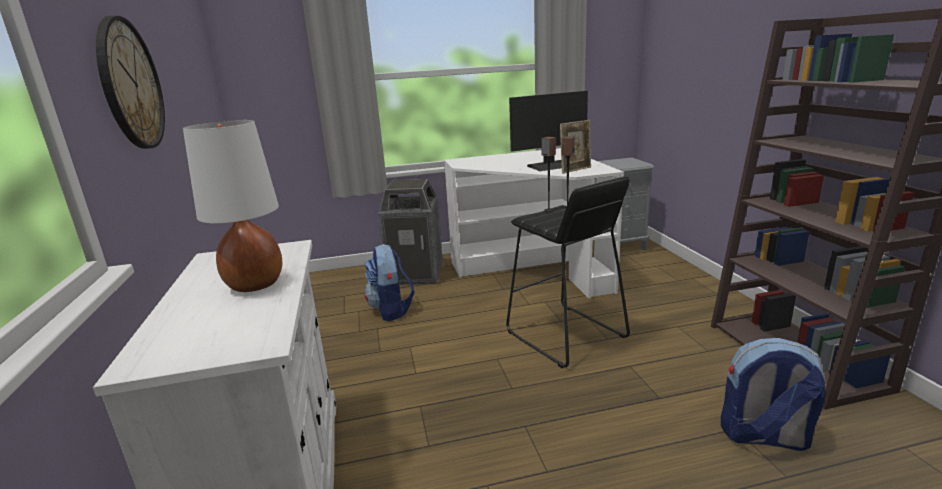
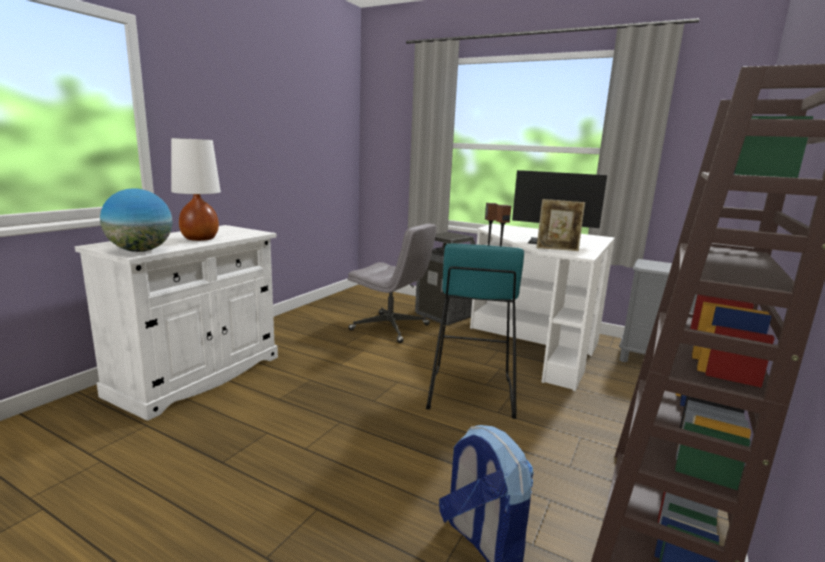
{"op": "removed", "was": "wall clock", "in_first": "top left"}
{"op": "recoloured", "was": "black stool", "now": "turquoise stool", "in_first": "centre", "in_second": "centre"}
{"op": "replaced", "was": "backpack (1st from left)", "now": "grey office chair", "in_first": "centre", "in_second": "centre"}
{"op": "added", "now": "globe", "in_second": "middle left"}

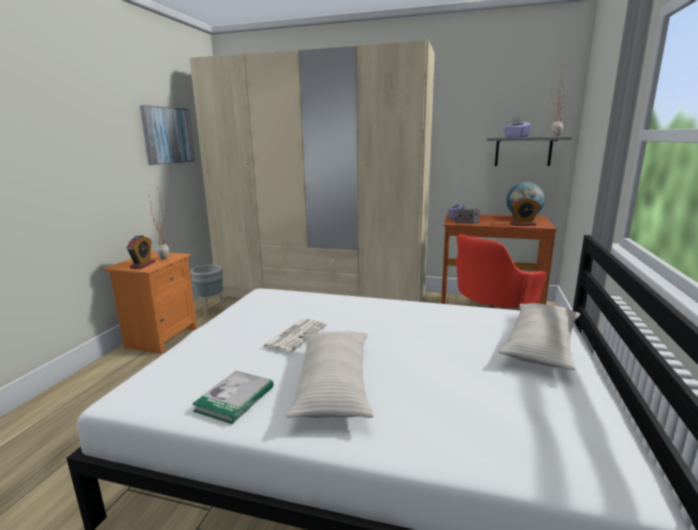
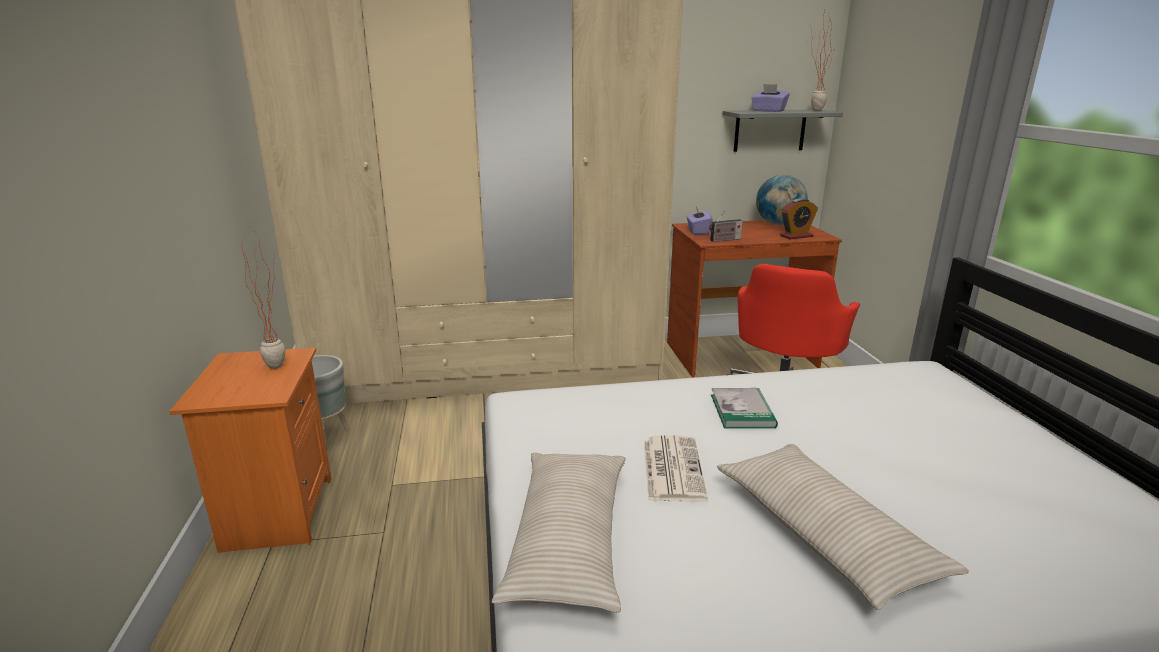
{"op": "removed", "was": "picture", "in_first": "top left"}
{"op": "removed", "was": "alarm clock (1st from left)", "in_first": "middle left"}
{"op": "moved", "was": "beige pillow (2nd from left in the first image)", "now": "beige pillow (1st from left)", "in_first": "middle right", "in_second": "bottom centre"}
{"op": "moved", "was": "book", "in_first": "bottom centre", "in_second": "centre"}

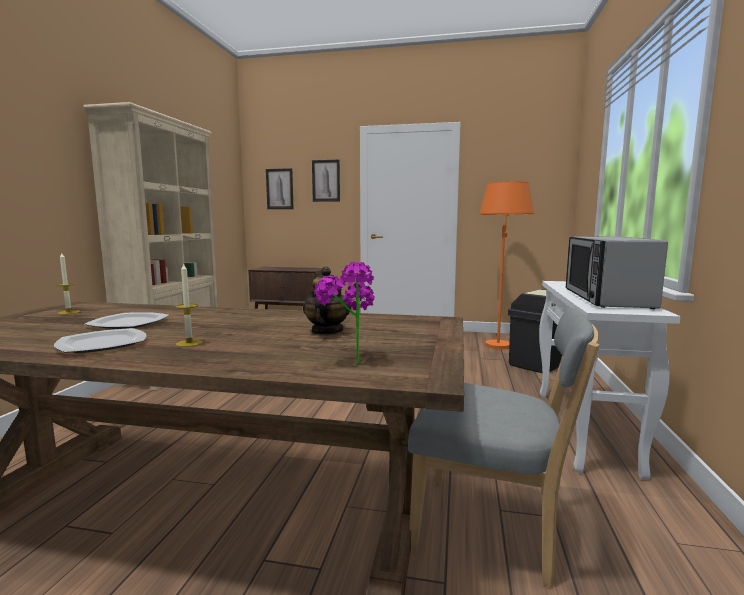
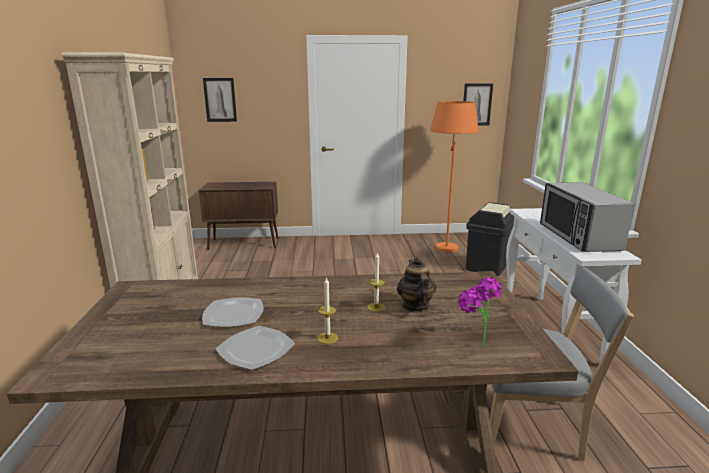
{"op": "moved", "was": "picture (2nd from left)", "in_first": "top centre", "in_second": "top right"}
{"op": "moved", "was": "candle (1st from left in the first image)", "now": "candle (2nd from left)", "in_first": "middle left", "in_second": "centre"}

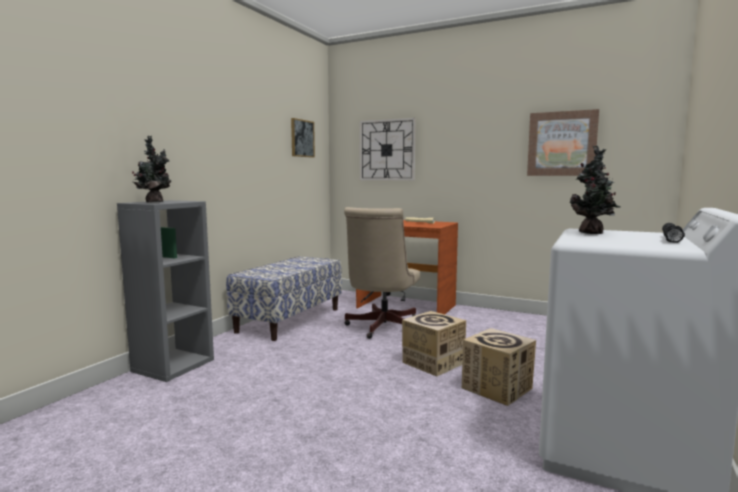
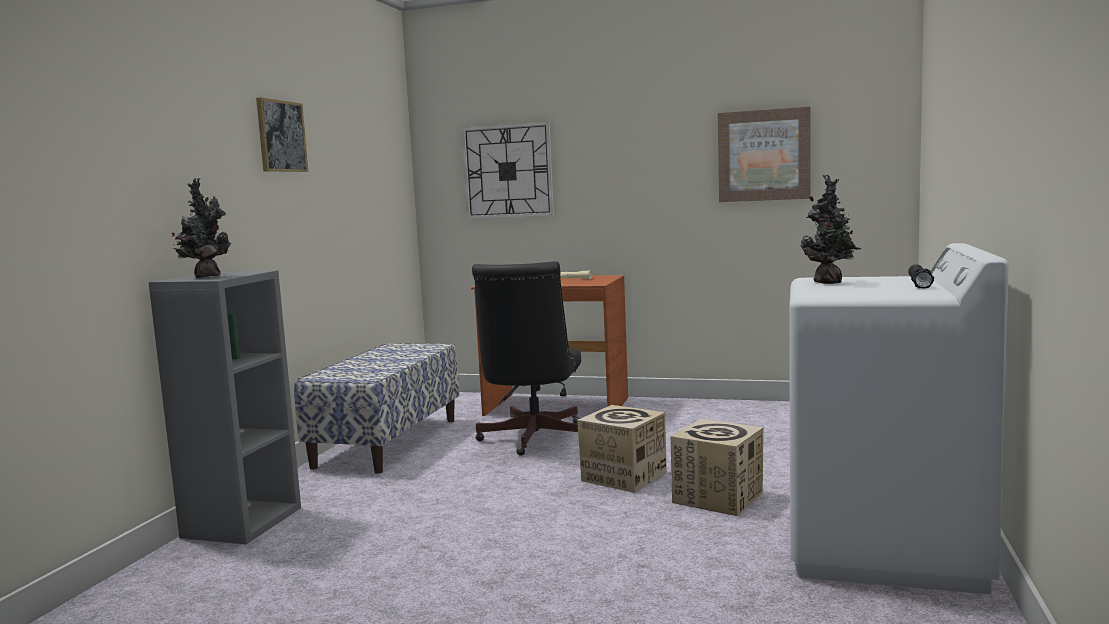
{"op": "moved", "was": "picture (1st from left)", "in_first": "top centre", "in_second": "top left"}
{"op": "recoloured", "was": "beige office chair", "now": "black office chair", "in_first": "centre", "in_second": "centre"}

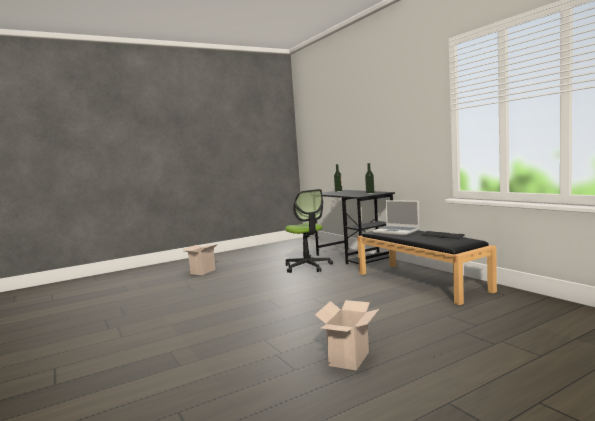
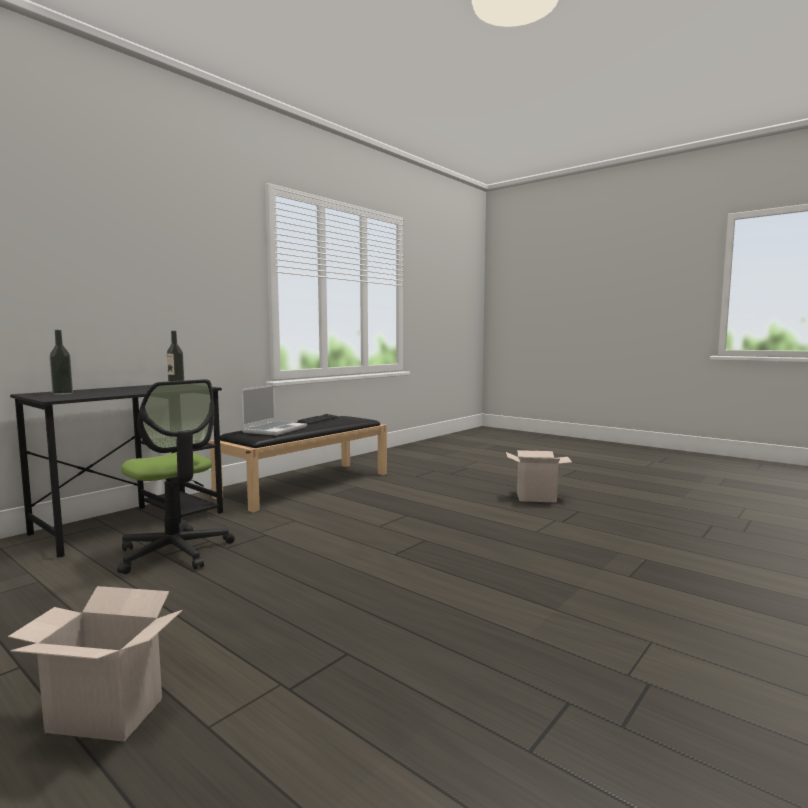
{"op": "turned", "was": "office chair", "in_first": "centre", "in_second": "middle left", "clockwise": 90}

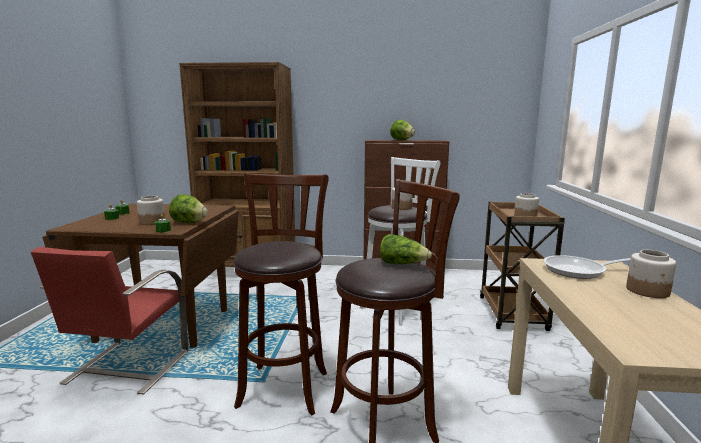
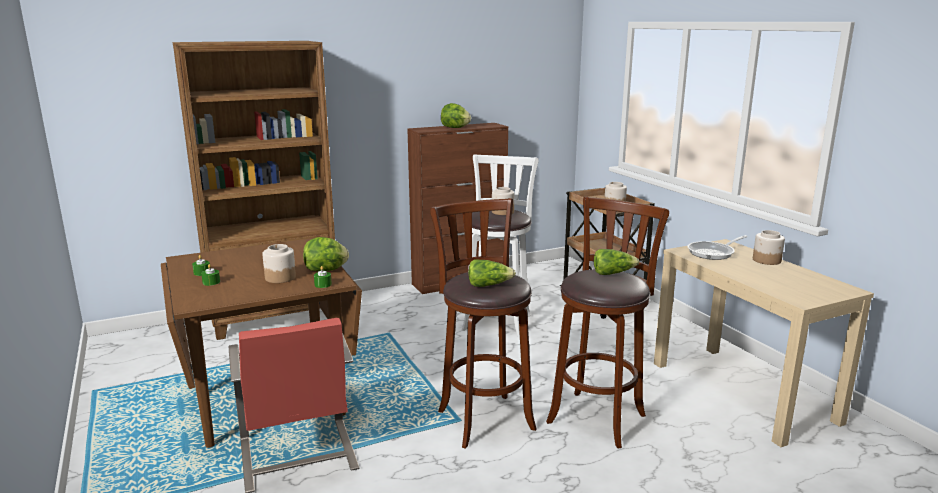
{"op": "added", "now": "lettuce (3rd from left)", "in_second": "centre"}

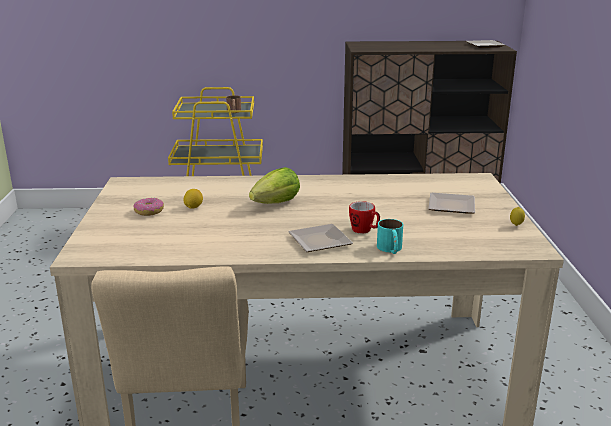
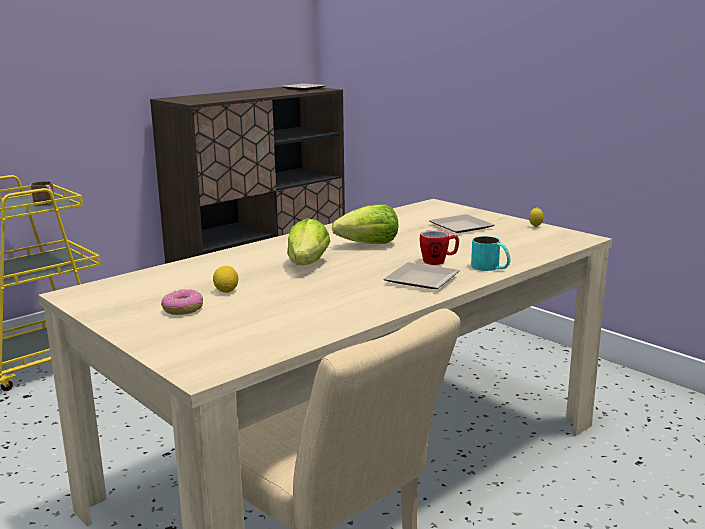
{"op": "added", "now": "lettuce (2nd from left)", "in_second": "centre"}

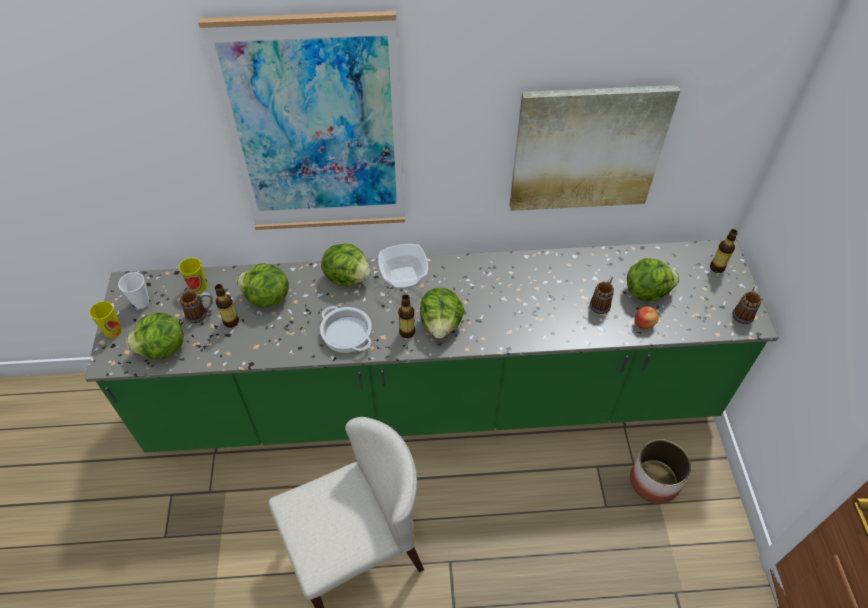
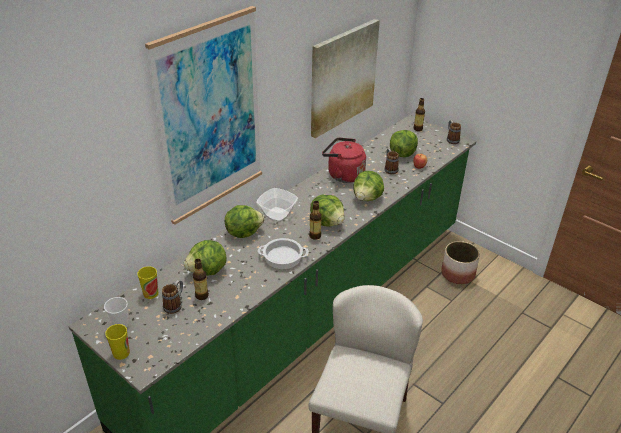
{"op": "moved", "was": "lettuce (1st from left in the first image)", "now": "lettuce (4th from left)", "in_first": "middle left", "in_second": "centre"}
{"op": "added", "now": "red kettle", "in_second": "centre"}

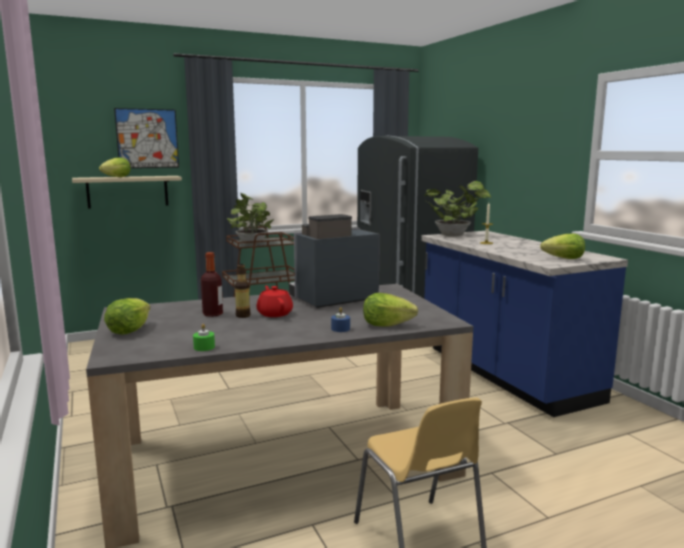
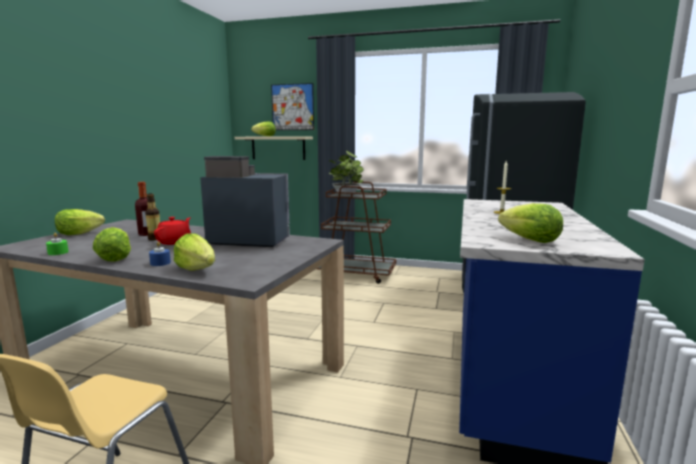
{"op": "removed", "was": "potted plant (2nd from left)", "in_first": "middle right"}
{"op": "added", "now": "lettuce (2nd from left)", "in_second": "middle left"}

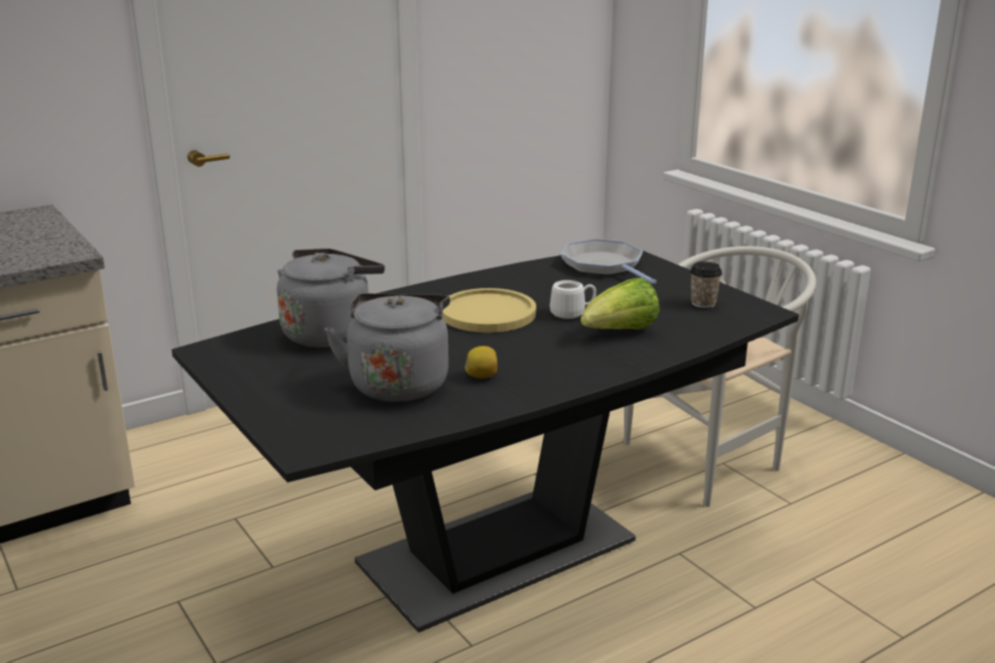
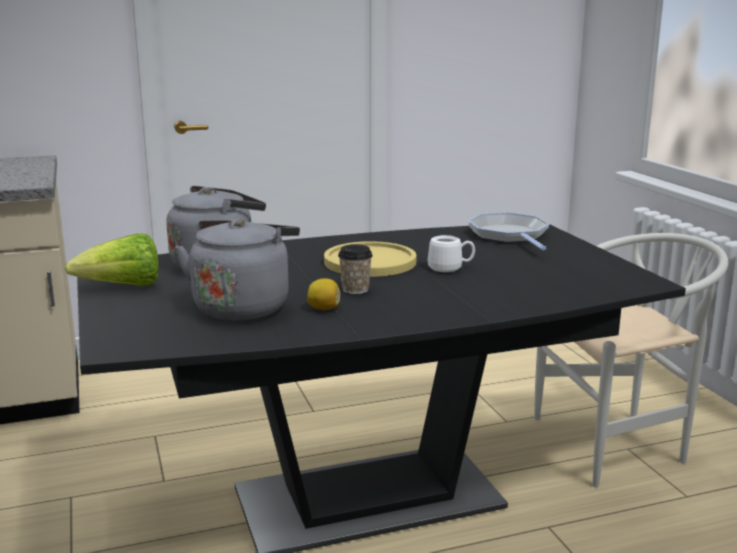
{"op": "moved", "was": "cup", "in_first": "middle right", "in_second": "centre"}
{"op": "moved", "was": "lettuce", "in_first": "centre", "in_second": "middle left"}

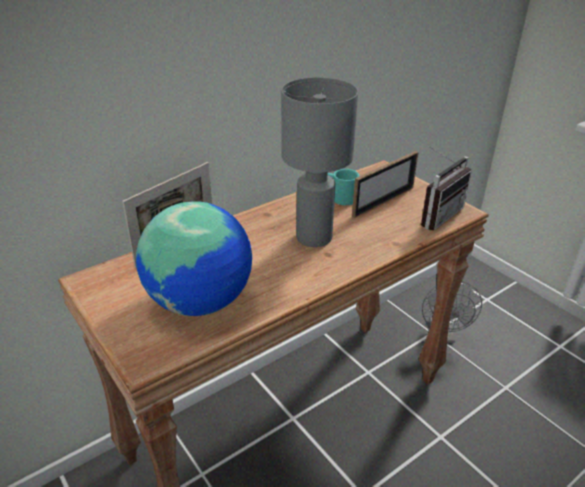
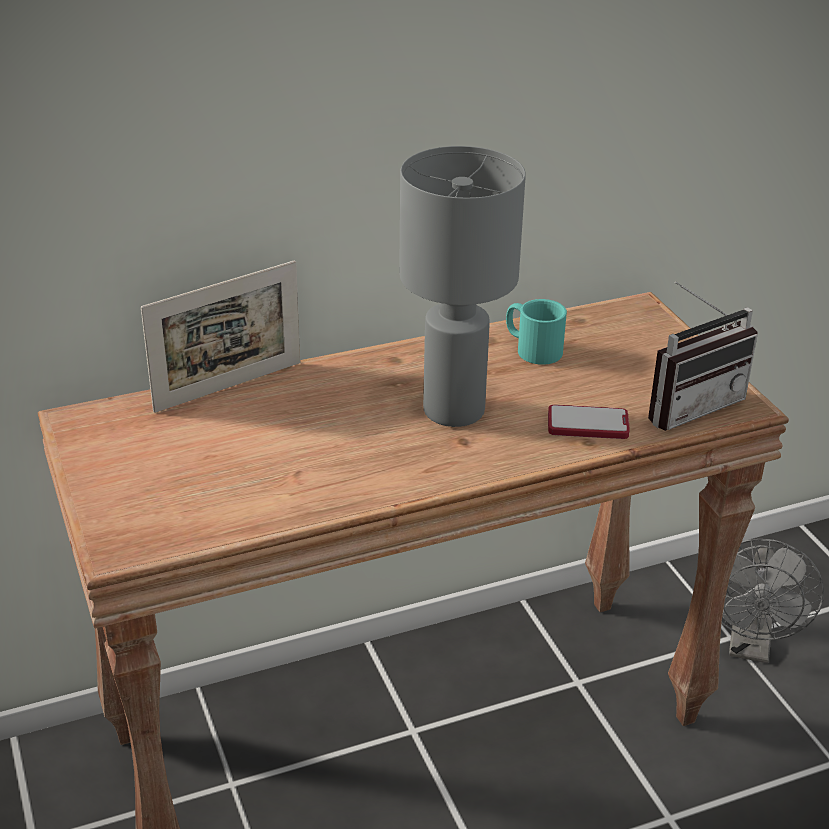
{"op": "removed", "was": "picture frame (2nd from left)", "in_first": "centre"}
{"op": "removed", "was": "globe", "in_first": "middle left"}
{"op": "added", "now": "phone", "in_second": "middle right"}

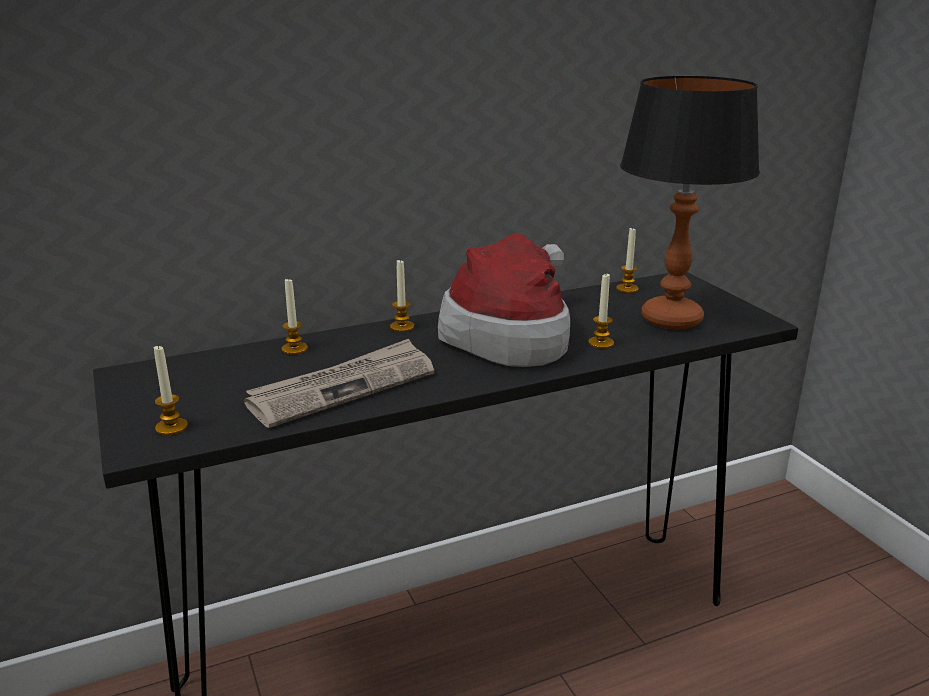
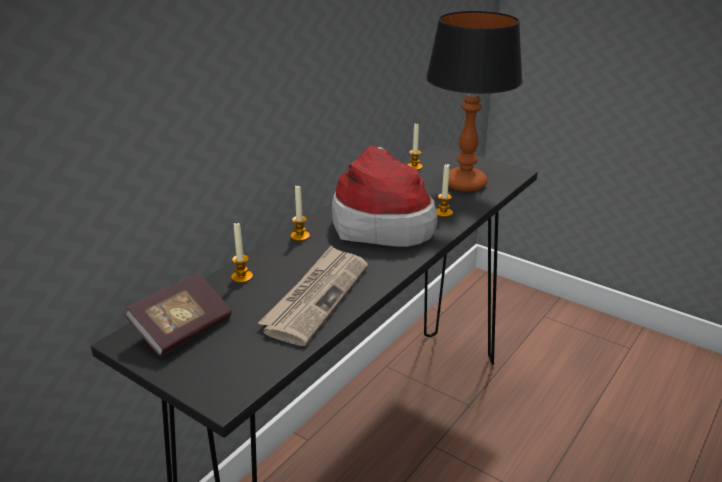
{"op": "removed", "was": "candle (1st from left)", "in_first": "middle left"}
{"op": "added", "now": "book", "in_second": "middle left"}

